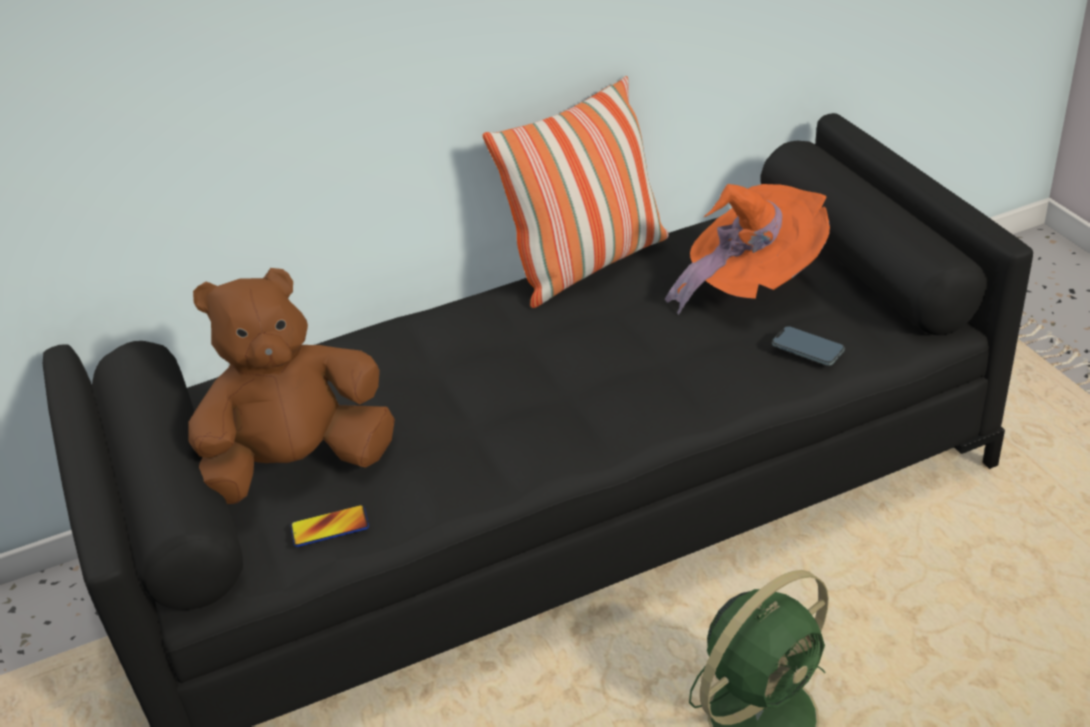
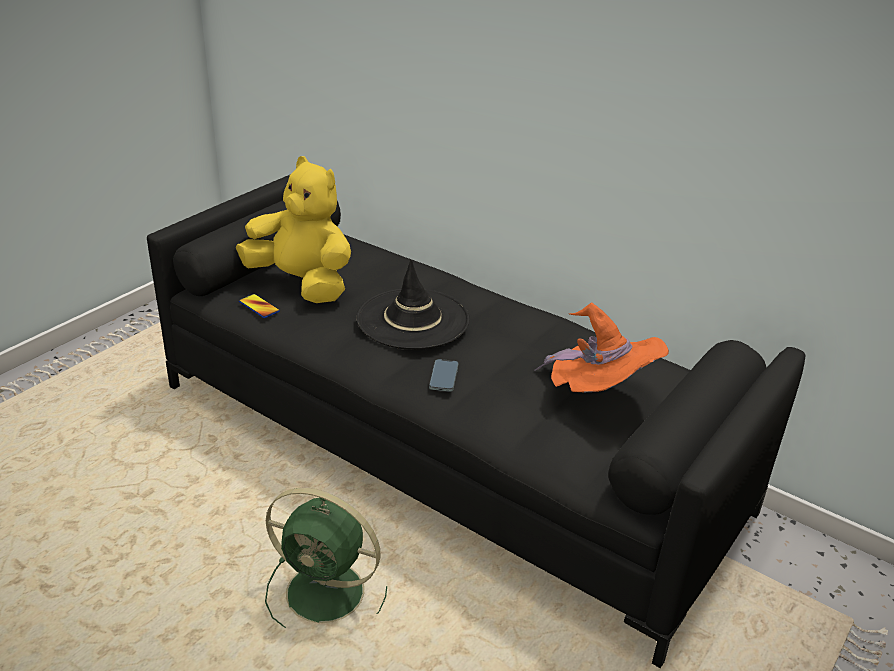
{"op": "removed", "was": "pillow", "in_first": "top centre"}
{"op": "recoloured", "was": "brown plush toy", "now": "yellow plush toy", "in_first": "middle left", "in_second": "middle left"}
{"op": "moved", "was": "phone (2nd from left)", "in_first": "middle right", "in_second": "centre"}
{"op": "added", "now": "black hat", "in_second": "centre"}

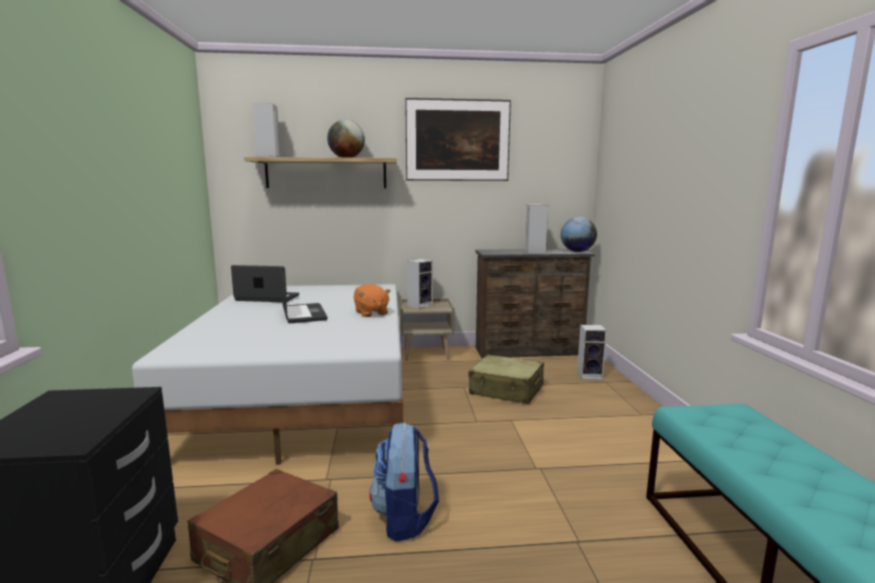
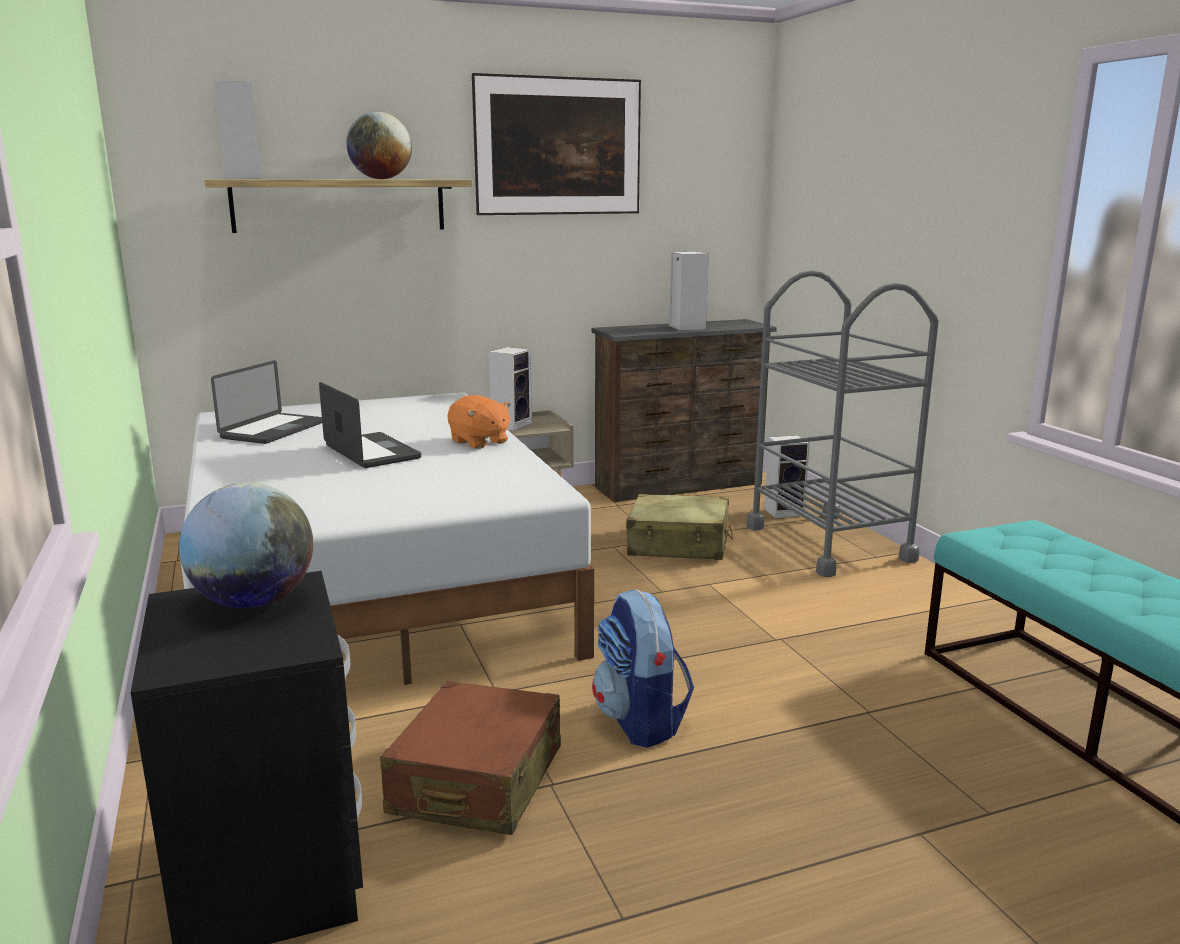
{"op": "moved", "was": "globe (2nd from left in the first image)", "now": "globe (1st from left)", "in_first": "centre", "in_second": "middle left"}
{"op": "turned", "was": "laptop (1st from left)", "in_first": "middle left", "in_second": "middle left", "clockwise": 120}
{"op": "added", "now": "grey cart", "in_second": "middle right"}

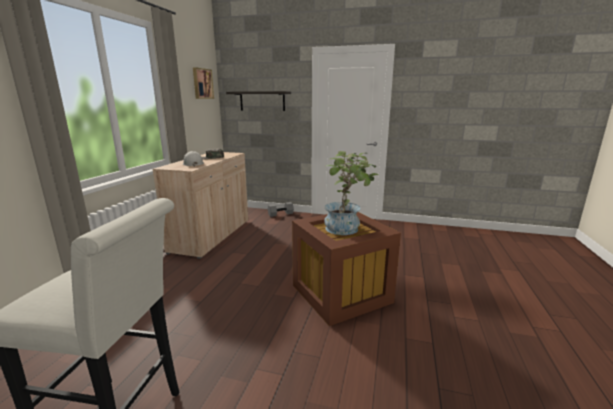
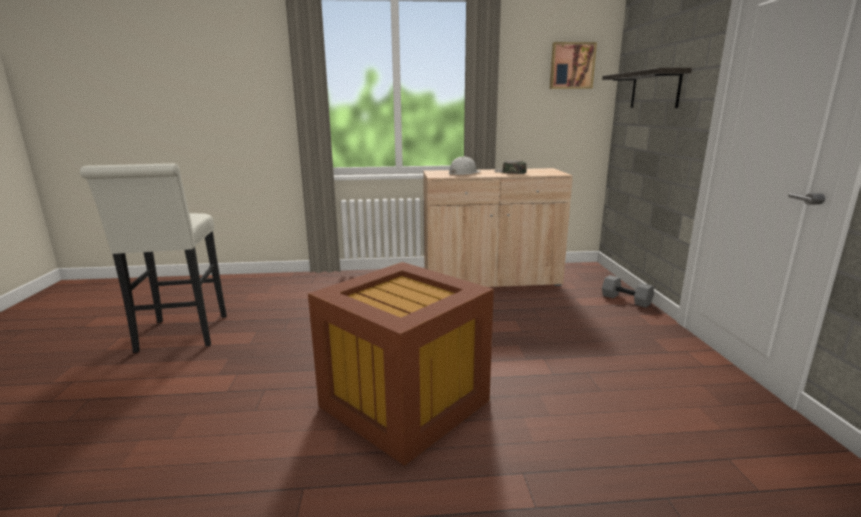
{"op": "removed", "was": "potted plant", "in_first": "centre"}

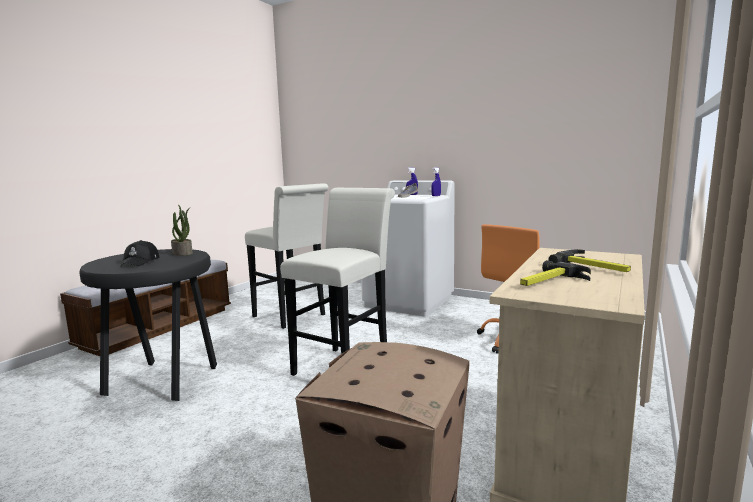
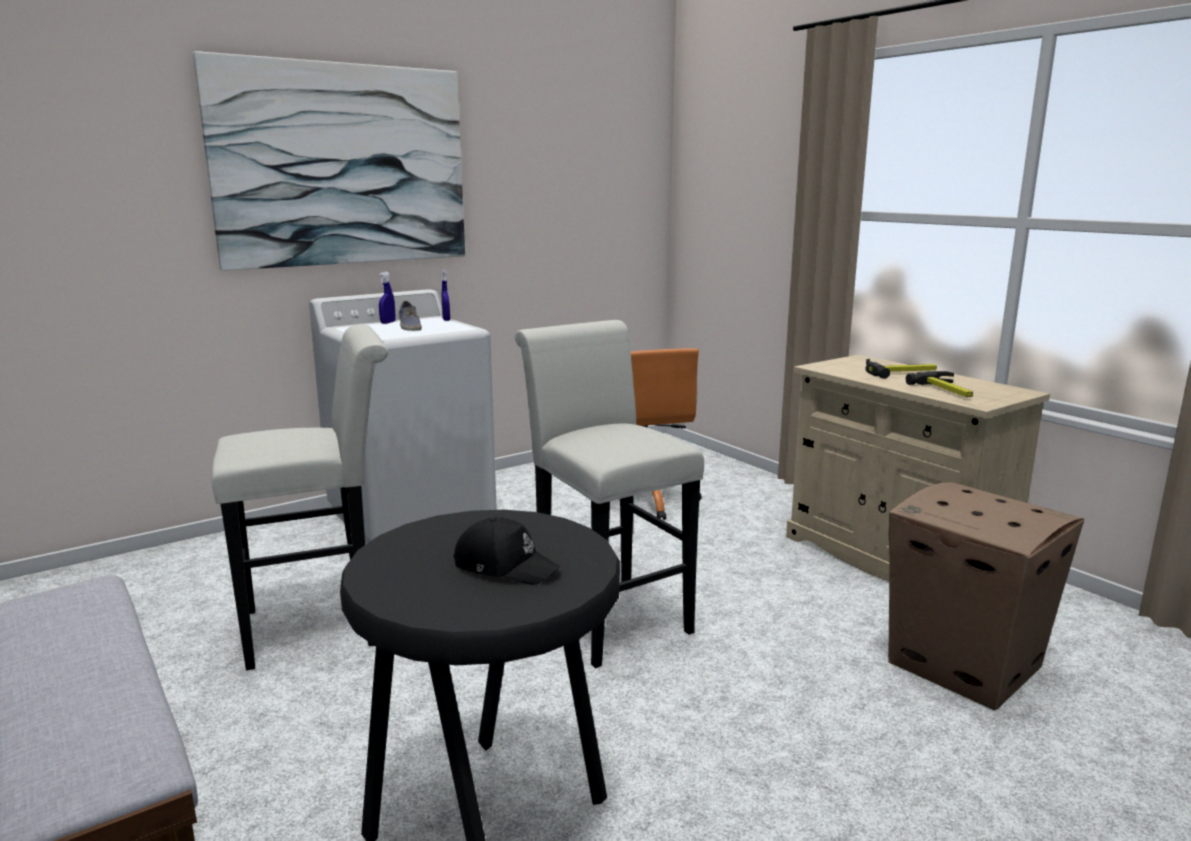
{"op": "removed", "was": "potted plant", "in_first": "middle left"}
{"op": "added", "now": "picture", "in_second": "top left"}

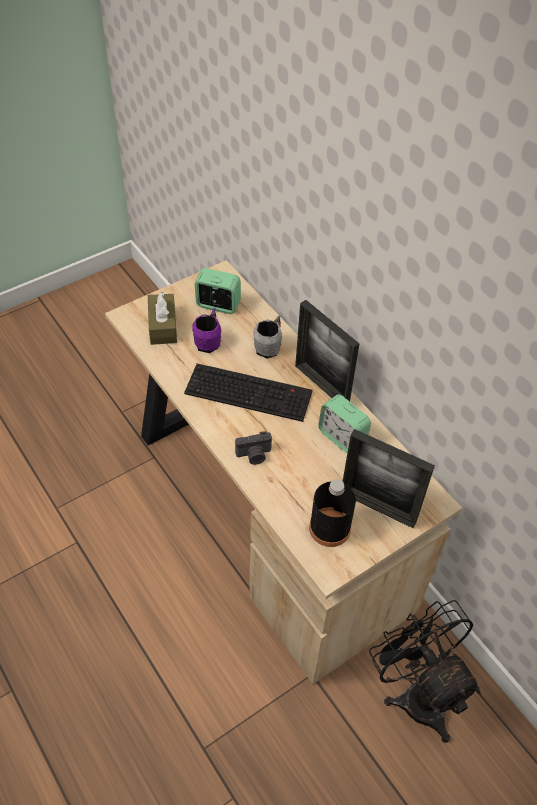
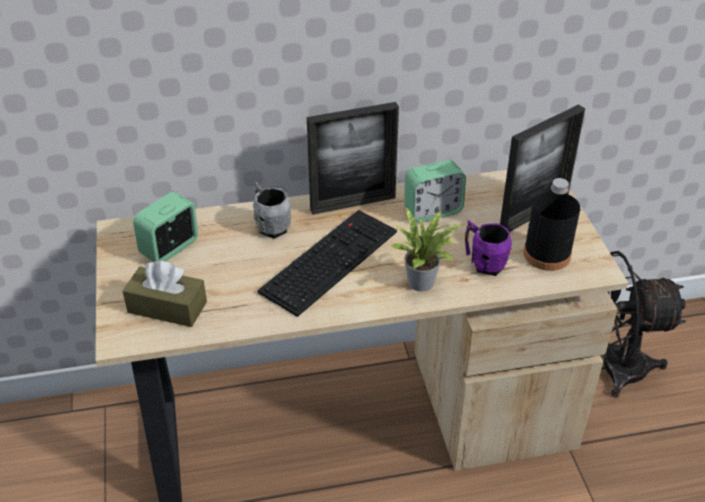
{"op": "moved", "was": "purple mug", "in_first": "centre", "in_second": "middle right"}
{"op": "replaced", "was": "photo camera", "now": "potted plant", "in_first": "centre", "in_second": "centre"}

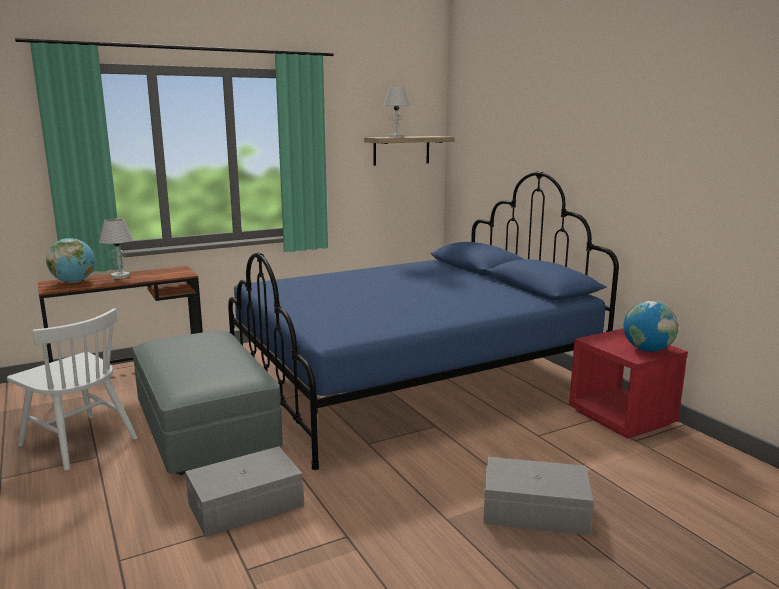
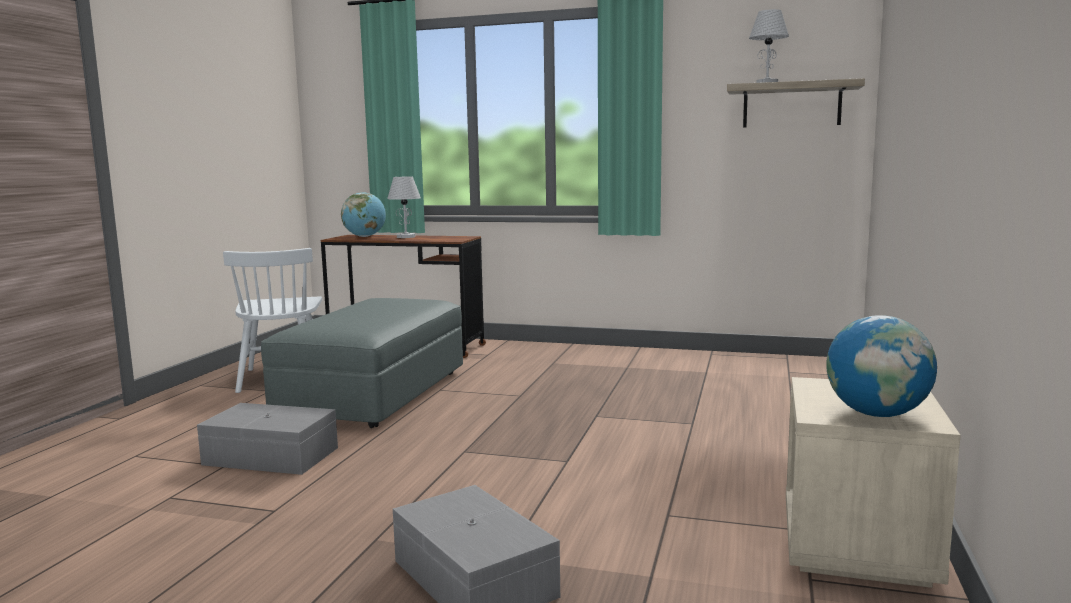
{"op": "removed", "was": "blue bed", "in_first": "centre"}
{"op": "recoloured", "was": "red nightstand", "now": "beige nightstand", "in_first": "middle right", "in_second": "bottom right"}

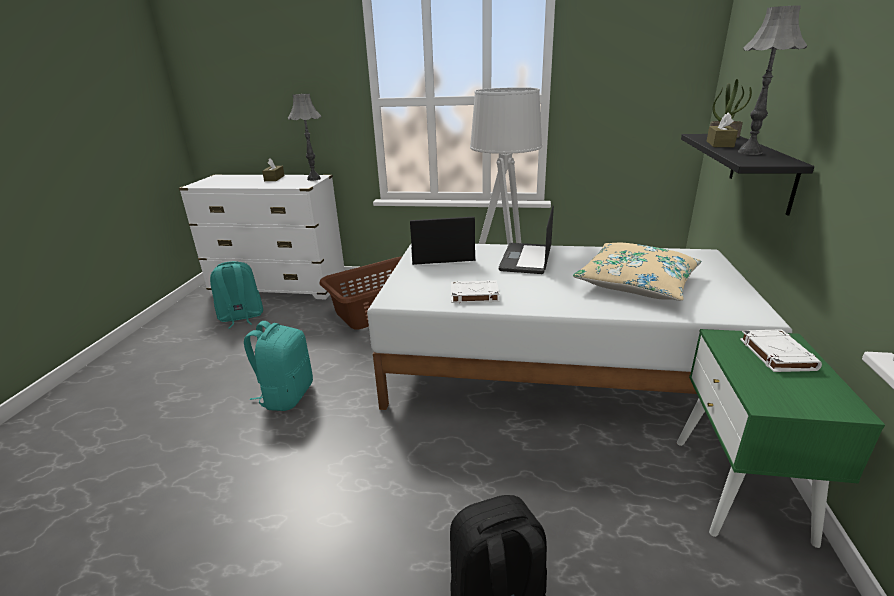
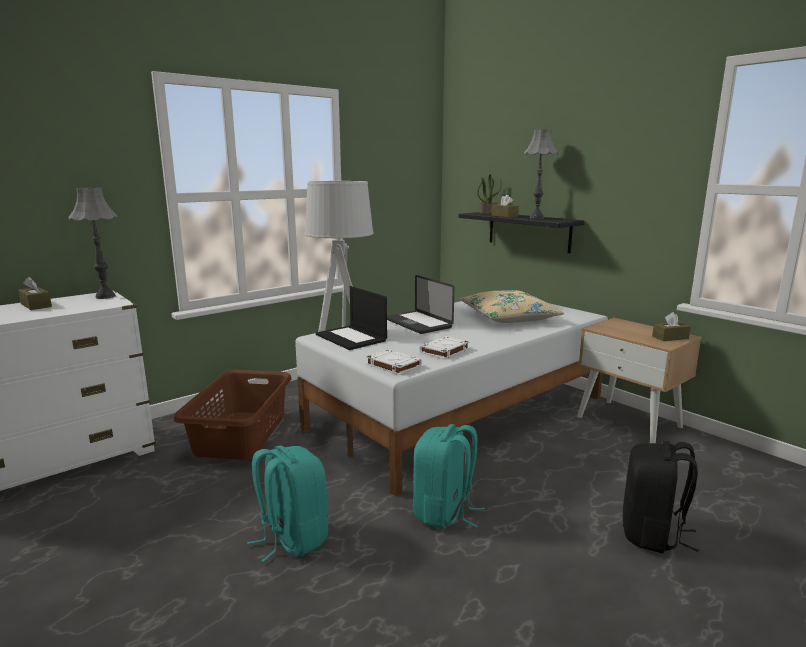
{"op": "turned", "was": "laptop (1st from left)", "in_first": "centre", "in_second": "centre", "clockwise": -75}
{"op": "moved", "was": "turquoise backpack (1st from left in the first image)", "now": "turquoise backpack (2nd from left)", "in_first": "middle left", "in_second": "bottom centre"}
{"op": "recoloured", "was": "green nightstand", "now": "beige nightstand", "in_first": "bottom right", "in_second": "middle right"}
{"op": "moved", "was": "white book (2nd from left in the first image)", "now": "white book (1st from left)", "in_first": "middle right", "in_second": "centre"}
{"op": "added", "now": "brown tissue box (3rd from left)", "in_second": "middle right"}

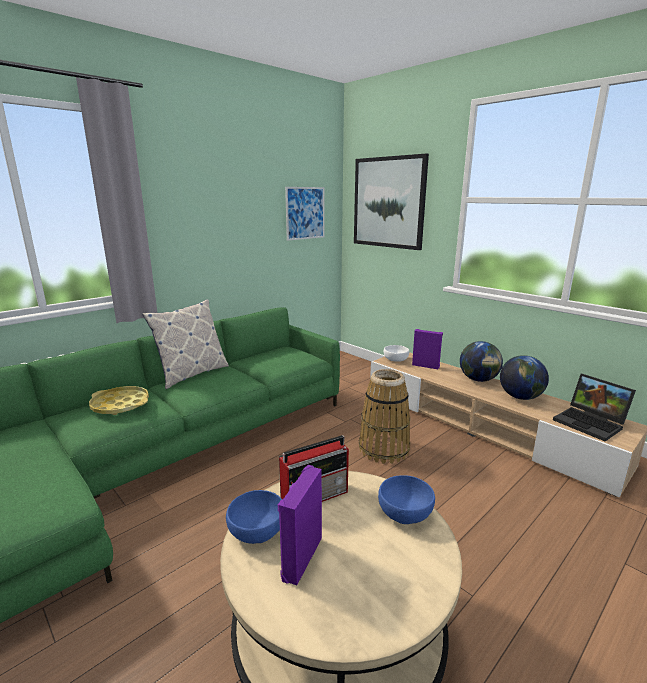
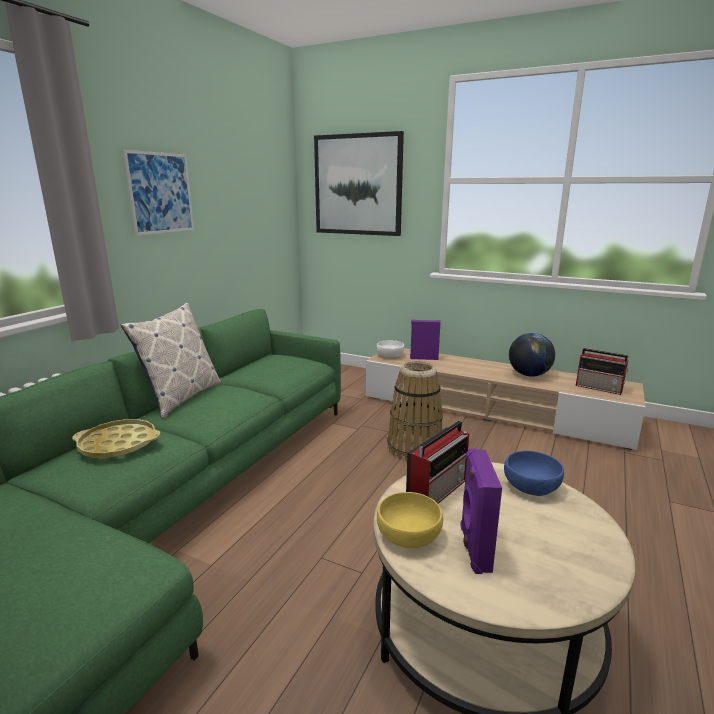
{"op": "moved", "was": "picture (1st from left)", "in_first": "top centre", "in_second": "top left"}
{"op": "removed", "was": "globe (1st from left)", "in_first": "middle right"}
{"op": "replaced", "was": "laptop", "now": "radio (2nd from left)", "in_first": "middle right", "in_second": "middle right"}
{"op": "recoloured", "was": "blue bowl (1st from left)", "now": "yellow bowl", "in_first": "bottom centre", "in_second": "bottom centre"}

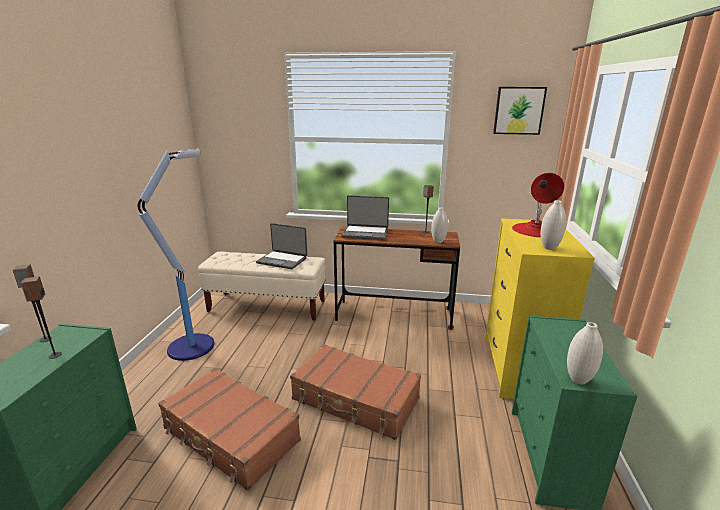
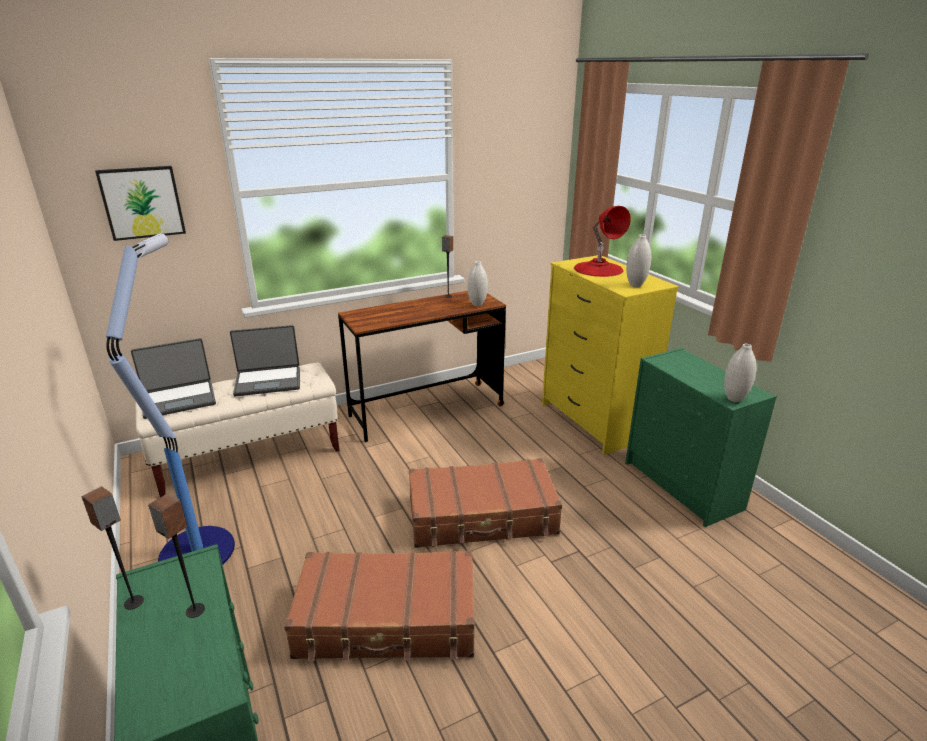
{"op": "moved", "was": "picture", "in_first": "top right", "in_second": "top left"}
{"op": "moved", "was": "laptop (2nd from left in the first image)", "now": "laptop (1st from left)", "in_first": "centre", "in_second": "middle left"}

